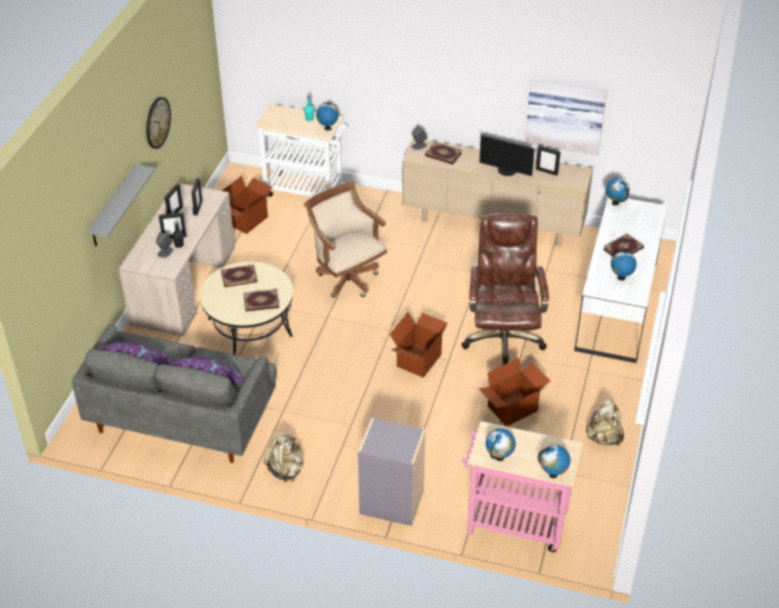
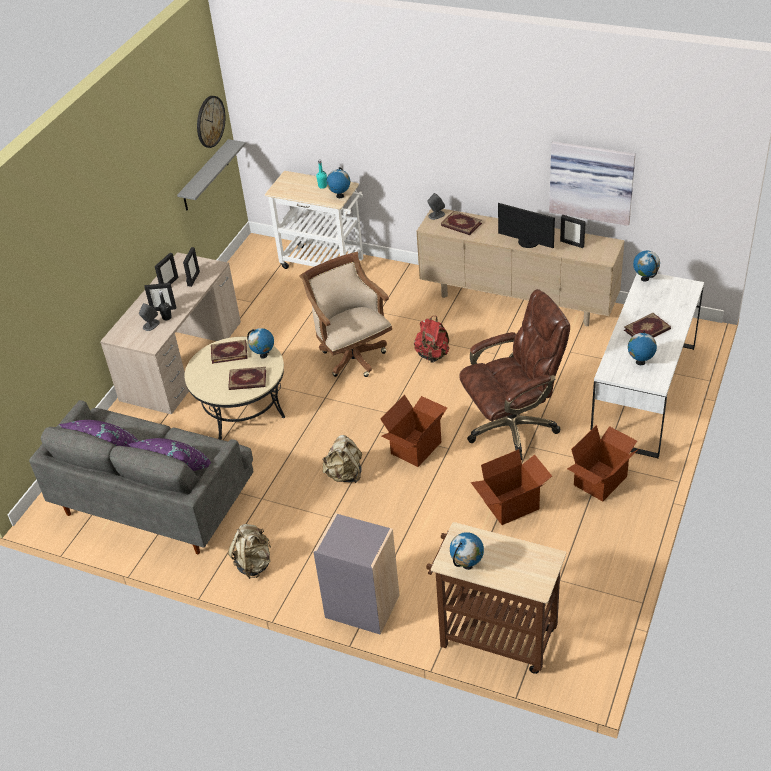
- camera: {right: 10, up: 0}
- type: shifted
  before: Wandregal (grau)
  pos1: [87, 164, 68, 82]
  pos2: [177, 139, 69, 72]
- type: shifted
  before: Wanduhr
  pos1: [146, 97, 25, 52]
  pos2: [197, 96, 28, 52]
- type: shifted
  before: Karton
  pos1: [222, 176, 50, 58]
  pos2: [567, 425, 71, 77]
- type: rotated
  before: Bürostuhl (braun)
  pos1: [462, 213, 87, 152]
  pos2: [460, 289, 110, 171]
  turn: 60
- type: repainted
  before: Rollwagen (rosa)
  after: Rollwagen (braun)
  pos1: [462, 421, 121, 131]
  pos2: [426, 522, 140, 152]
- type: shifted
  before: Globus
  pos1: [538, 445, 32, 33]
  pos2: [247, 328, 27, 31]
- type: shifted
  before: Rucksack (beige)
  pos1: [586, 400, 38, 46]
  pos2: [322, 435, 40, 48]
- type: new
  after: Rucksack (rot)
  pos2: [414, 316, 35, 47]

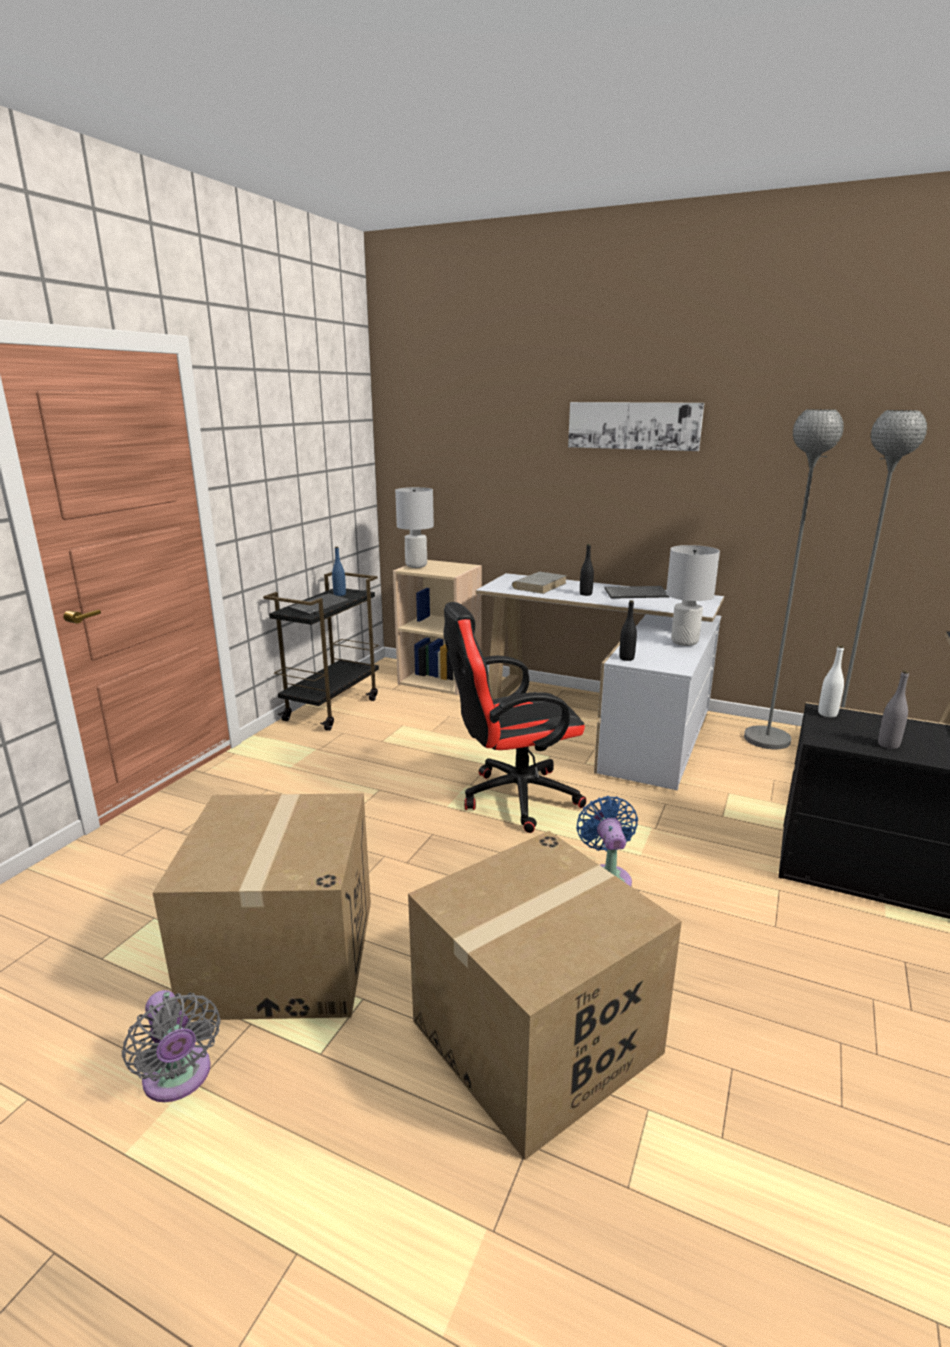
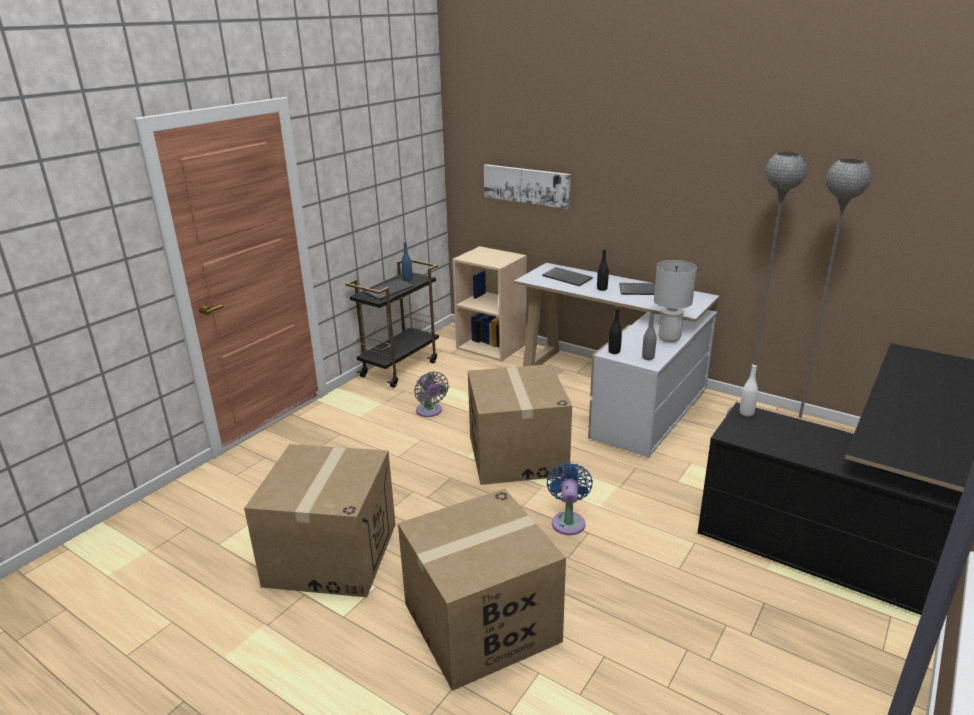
- camera: {right: 10, up: 5}
- type: shifted
  before: Ventilator (grau)
  pos1: [122, 990, 98, 112]
  pos2: [414, 371, 35, 46]
- type: gone
  before: Tischlampe (grau)
  pos1: [395, 487, 39, 81]
- type: swapped
  before: Bürostuhl (schwarz)
  after: Karton
  pos1: [443, 602, 143, 231]
  pos2: [468, 364, 104, 121]
- type: swapped
  before: Buch (grau)
  after: Tastatur
  pos1: [512, 572, 55, 22]
  pos2: [542, 267, 51, 19]
- type: shifted
  before: Bild
  pos1: [568, 402, 136, 49]
  pos2: [484, 164, 87, 45]
- type: shifted
  before: Flasche (grau)
  pos1: [878, 670, 31, 79]
  pos2: [642, 313, 14, 47]

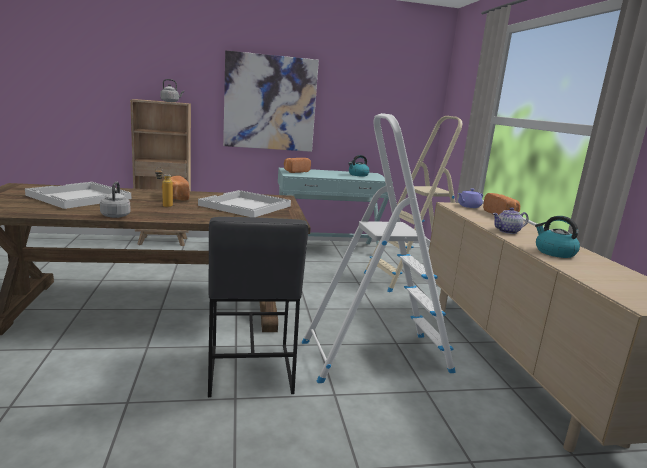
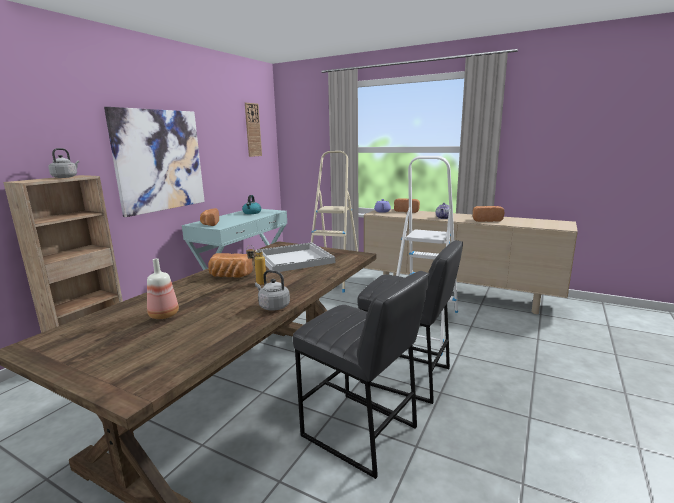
- camera: {right: -50, up: 0}
- type: swapped
  before: Tablett (weiß)
  after: Flasche
  pos1: [25, 182, 106, 27]
  pos2: [147, 258, 32, 61]
- type: swapped
  before: Wasserkessel
  after: Brot
  pos1: [535, 216, 45, 42]
  pos2: [473, 206, 31, 16]
- type: new
  after: Wanduhr
  pos2: [245, 103, 17, 54]
- type: new
  after: Hocker (grau)
  pos2: [293, 271, 136, 208]

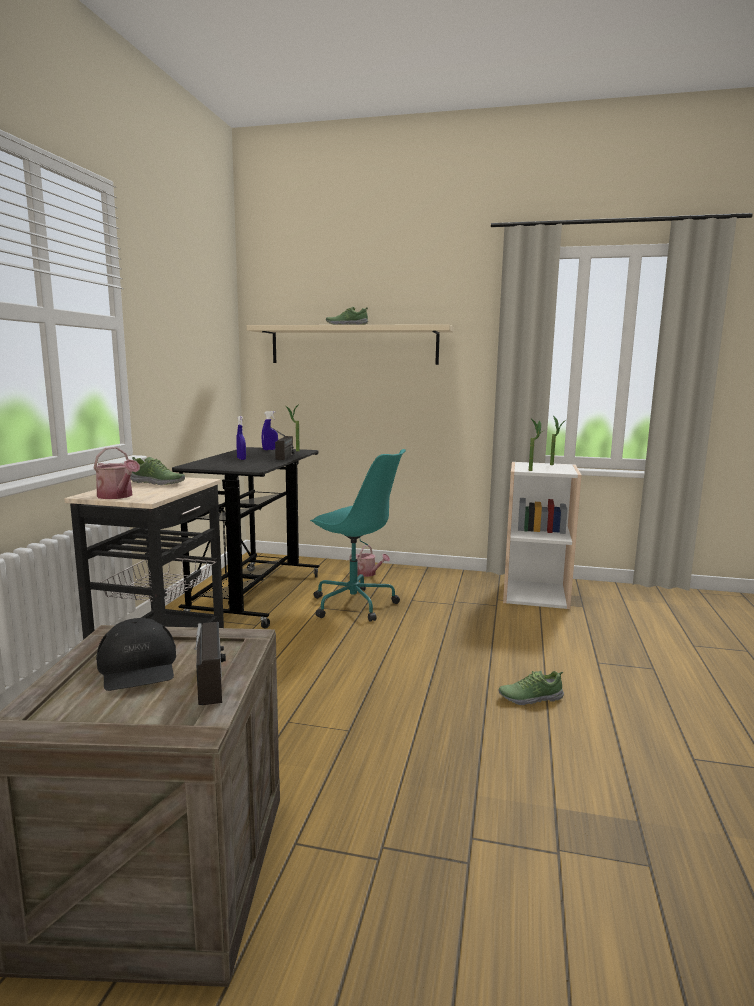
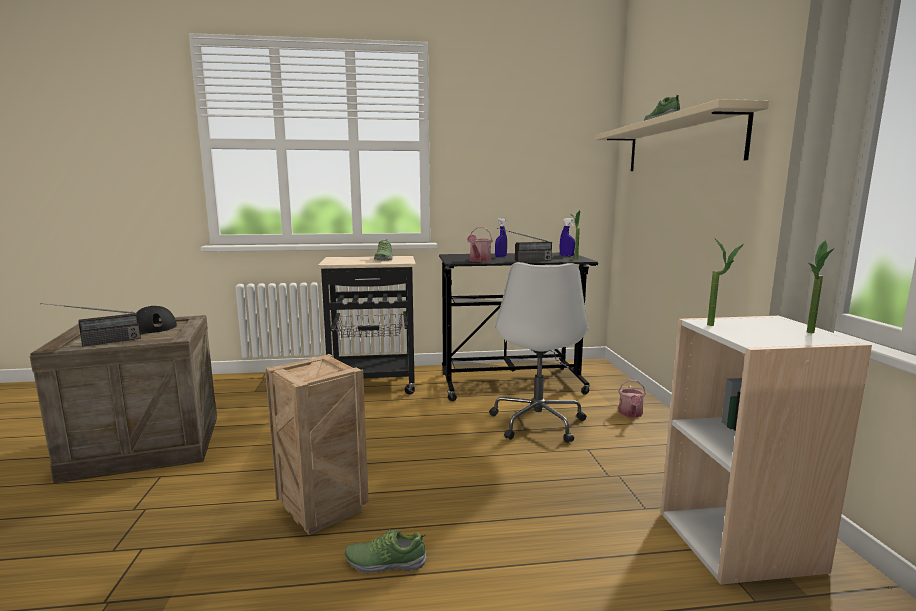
- camera: {right: 70, up: 0}
- type: shifted
  before: Gießkanne
  pos1: [94, 447, 46, 52]
  pos2: [467, 227, 26, 35]
- type: repainted
  before: Bürostuhl (türkis)
  after: Bürostuhl (weiß)
  pos1: [310, 449, 96, 173]
  pos2: [489, 262, 100, 181]
- type: rotated
  before: Schuh
  pos1: [498, 671, 66, 34]
  pos2: [345, 529, 81, 44]
  turn: -60
- type: new
  after: Kiste
  pos2: [265, 354, 104, 181]

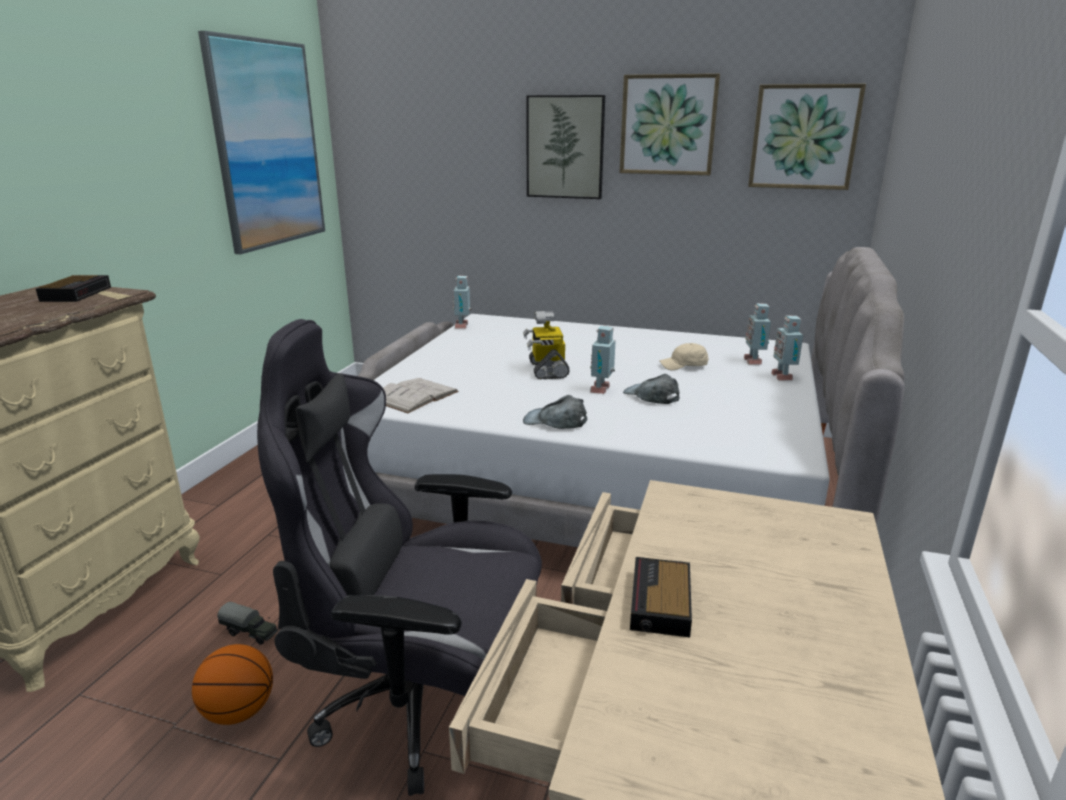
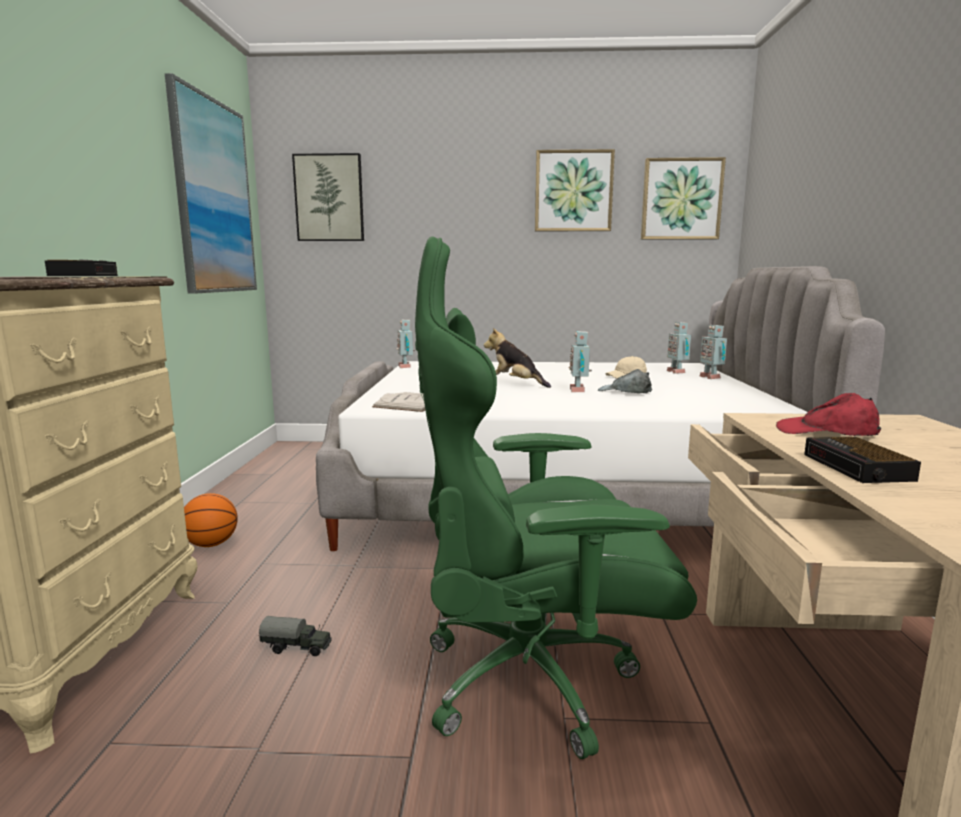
- camera: {right: -15, up: -10}
- type: shifted
  before: Basketball
  pos1: [192, 644, 81, 81]
  pos2: [184, 493, 54, 54]
- type: repainted
  before: Bürostuhl (schwarz)
  after: Bürostuhl (grün)
  pos1: [257, 319, 285, 477]
  pos2: [415, 236, 282, 523]
- type: swapped
  before: Spielzeugroboter
  after: Plüschtier
  pos1: [523, 311, 47, 69]
  pos2: [484, 328, 67, 60]
- type: gone
  before: Kappe (grau)
  pos1: [523, 395, 65, 34]
- type: shifted
  before: Bild
  pos1: [526, 95, 79, 104]
  pos2: [292, 153, 72, 88]
- type: new
  after: Kappe (rot)
  pos2: [776, 393, 105, 43]

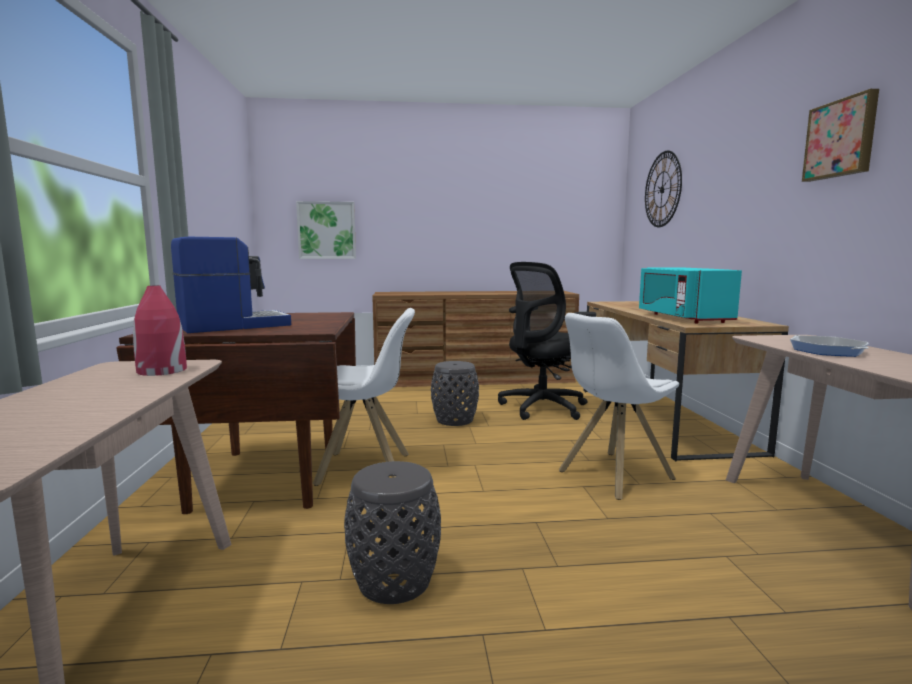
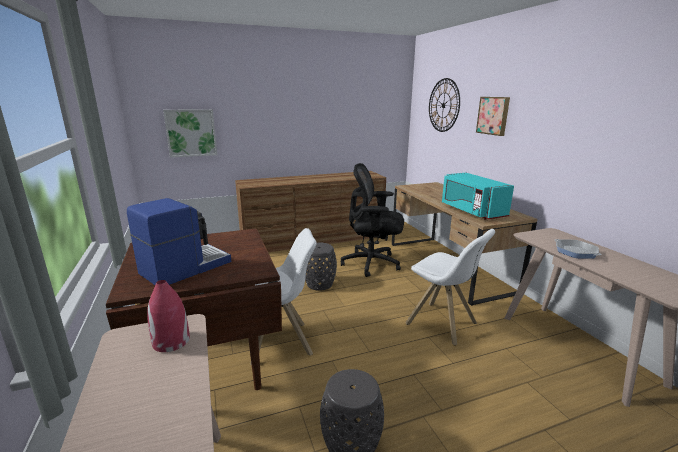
- camera: {right: -15, up: 10}
- type: rotated
  before: Bürostuhl (schwarz)
  pos1: [498, 262, 98, 158]
  pos2: [341, 163, 63, 114]
  turn: 60
- type: rotated
  before: Stuhl (weiß)
  pos1: [559, 313, 120, 187]
  pos2: [405, 229, 90, 116]
  turn: -90
- type: shifted
  before: Bild
  pos1: [802, 89, 77, 93]
  pos2: [476, 97, 34, 39]

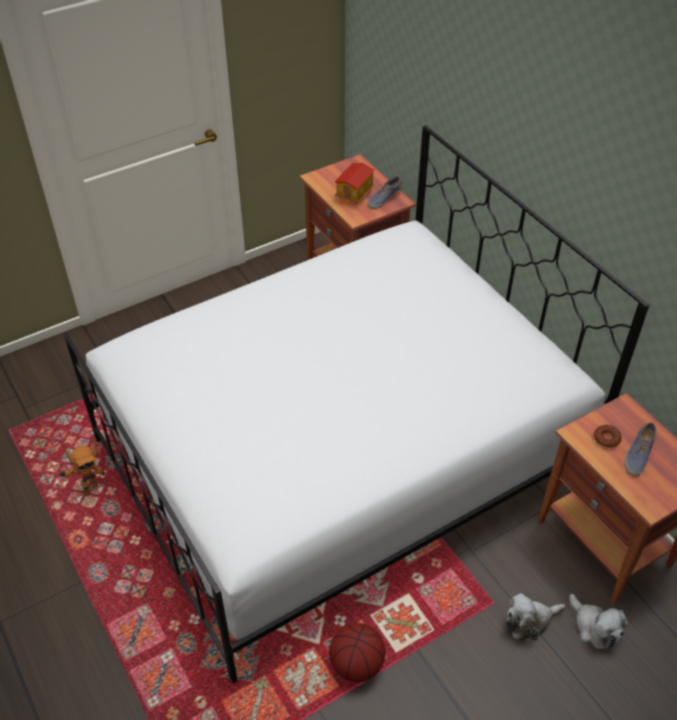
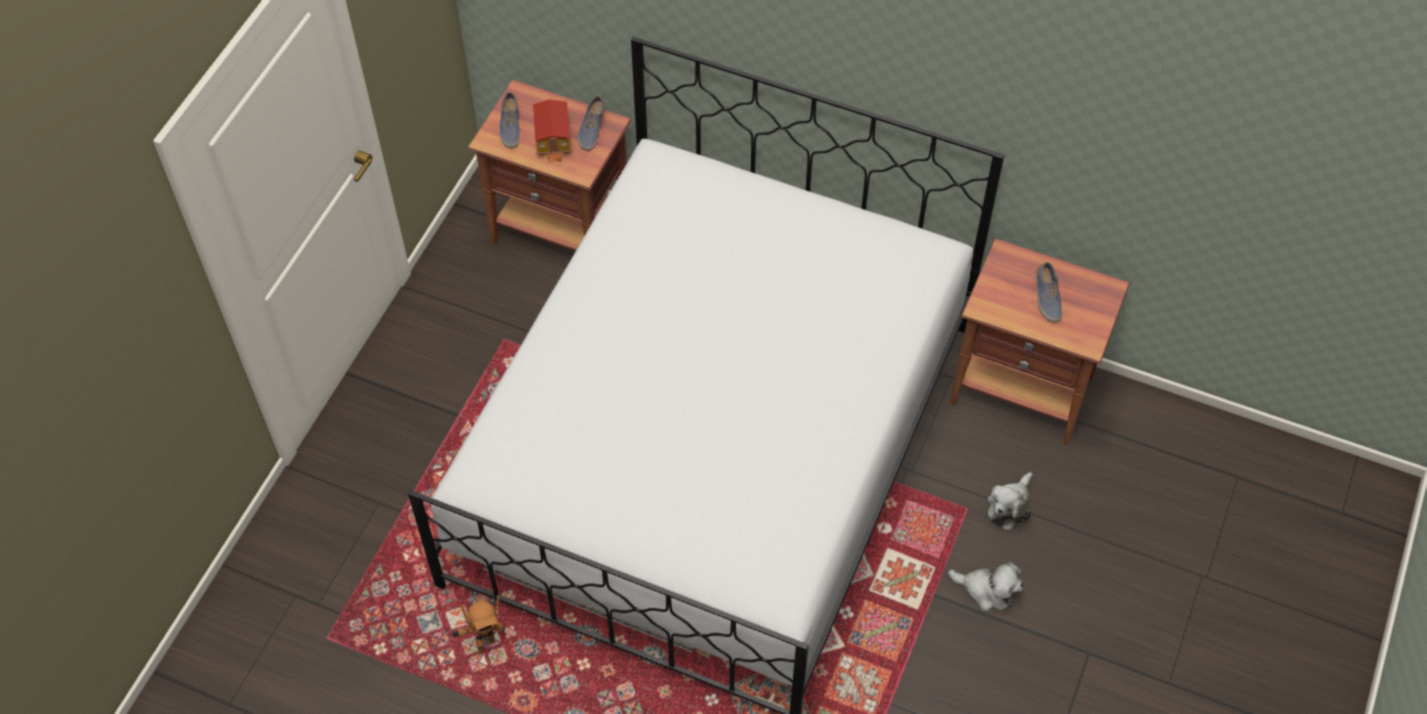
- camera: {right: -35, up: 10}
- type: rotated
  before: Spielzeugroboter
  pos1: [59, 440, 46, 57]
  pos2: [451, 595, 54, 60]
  turn: 45
- type: gone
  before: Basketball
  pos1: [329, 623, 57, 59]
- type: shifted
  before: Plüschtier
  pos1: [569, 594, 59, 56]
  pos2: [948, 561, 75, 51]
- type: gone
  before: Donut
  pos1: [594, 425, 28, 22]
- type: new
  after: Schuh
  pos2: [499, 92, 21, 56]

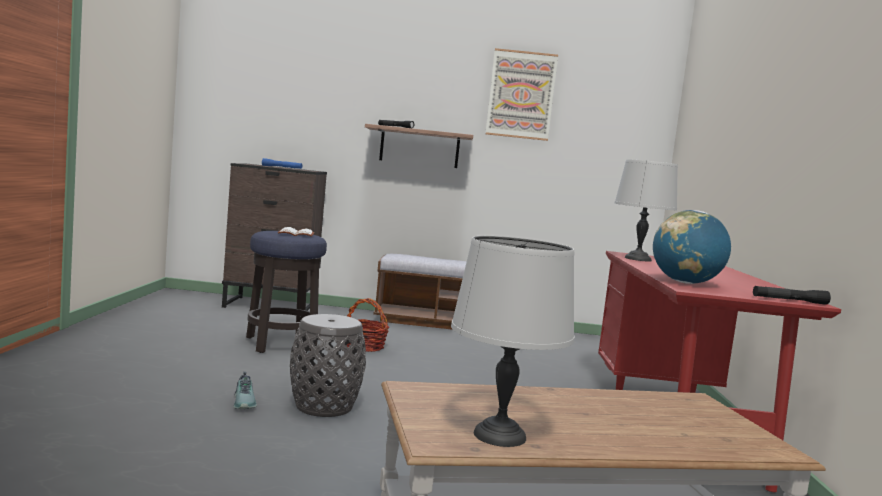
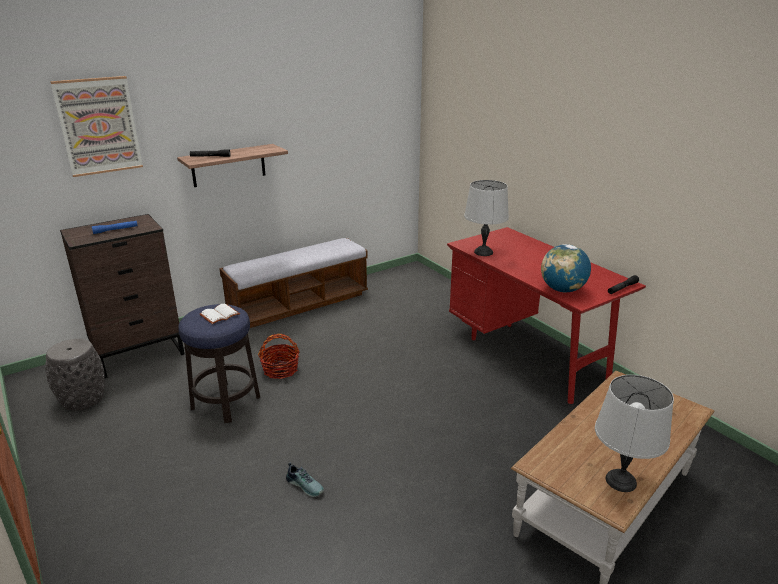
- camera: {right: -35, up: 20}
- type: shifted
  before: Hocker (grau)
  pos1: [290, 314, 76, 103]
  pos2: [45, 339, 60, 72]
- type: shifted
  before: Bild
  pos1: [486, 48, 72, 93]
  pos2: [50, 76, 93, 101]

